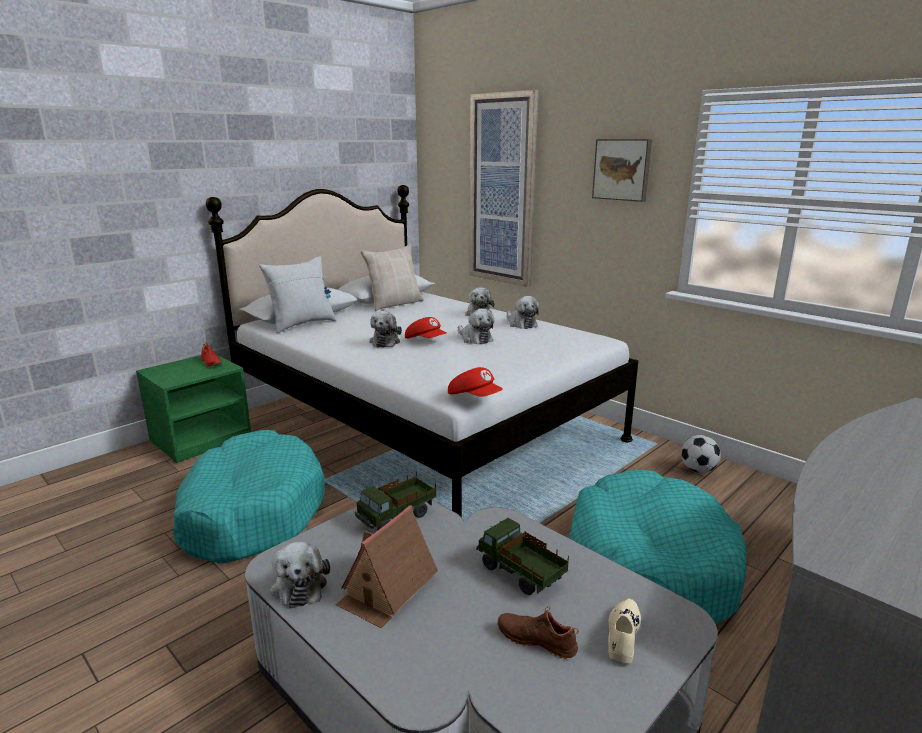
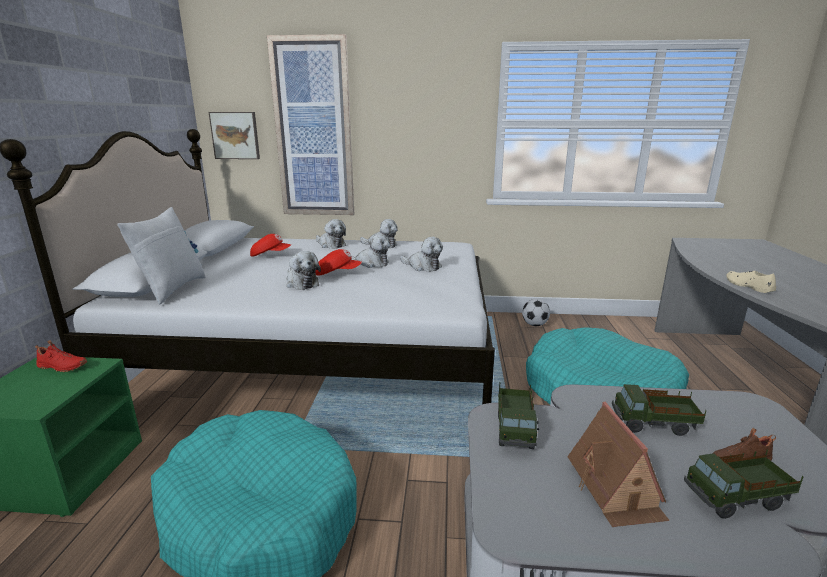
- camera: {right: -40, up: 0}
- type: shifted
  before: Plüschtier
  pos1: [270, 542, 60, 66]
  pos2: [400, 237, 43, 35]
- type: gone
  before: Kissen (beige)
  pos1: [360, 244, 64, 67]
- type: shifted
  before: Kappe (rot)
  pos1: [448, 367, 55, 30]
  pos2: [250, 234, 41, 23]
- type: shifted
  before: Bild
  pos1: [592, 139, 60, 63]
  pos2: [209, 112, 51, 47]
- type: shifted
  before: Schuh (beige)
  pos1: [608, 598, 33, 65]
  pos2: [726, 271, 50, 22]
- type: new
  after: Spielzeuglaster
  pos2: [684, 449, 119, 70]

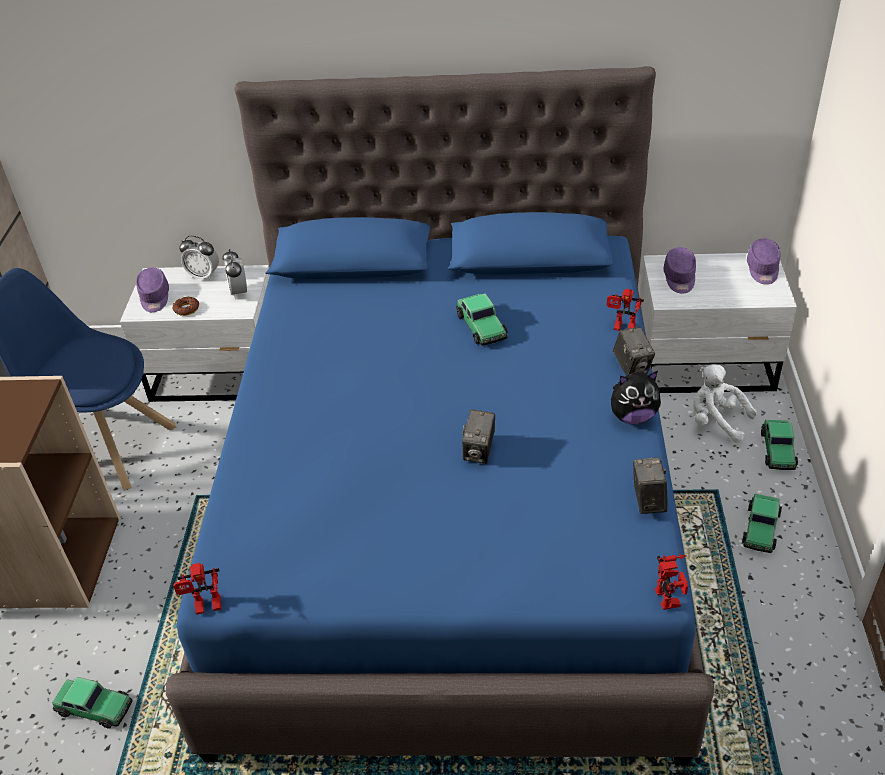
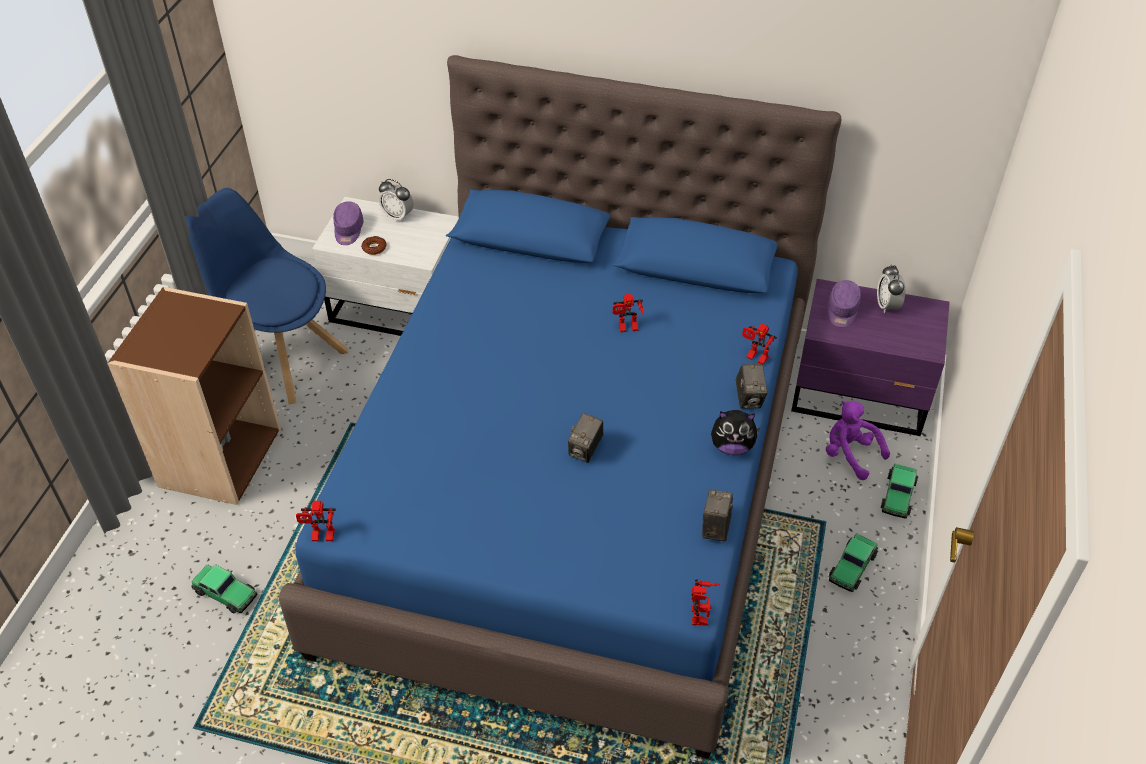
- camera: {right: 10, up: 5}
- type: shifted
  before: Wecker
  pos1: [222, 249, 25, 50]
  pos2: [877, 265, 28, 48]
- type: swapped
  before: Spielzeugauto
  after: Spielzeugroboter
  pos1: [456, 293, 52, 53]
  pos2: [613, 294, 30, 38]
- type: repainted
  before: Nachttisch (weiß)
  after: Nachttisch (lila)
  pos1: [639, 253, 158, 140]
  pos2: [791, 279, 159, 157]
- type: repainted
  before: Plüschtier (weiß)
  after: Plüschtier (lila)
  pos1: [693, 364, 64, 79]
  pos2: [826, 401, 64, 79]
- type: gone
  before: Kappe (lila)
  pos1: [747, 239, 33, 45]

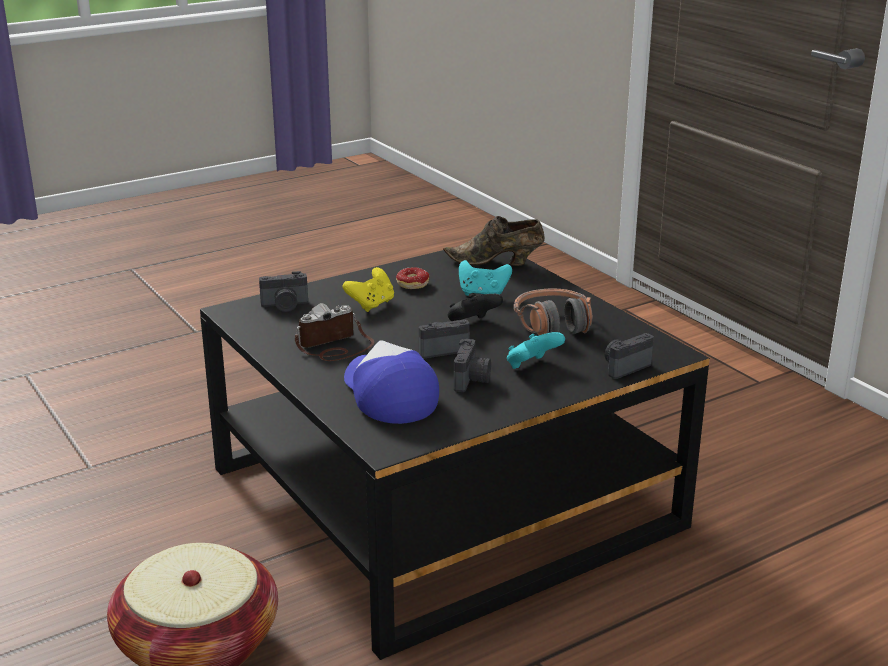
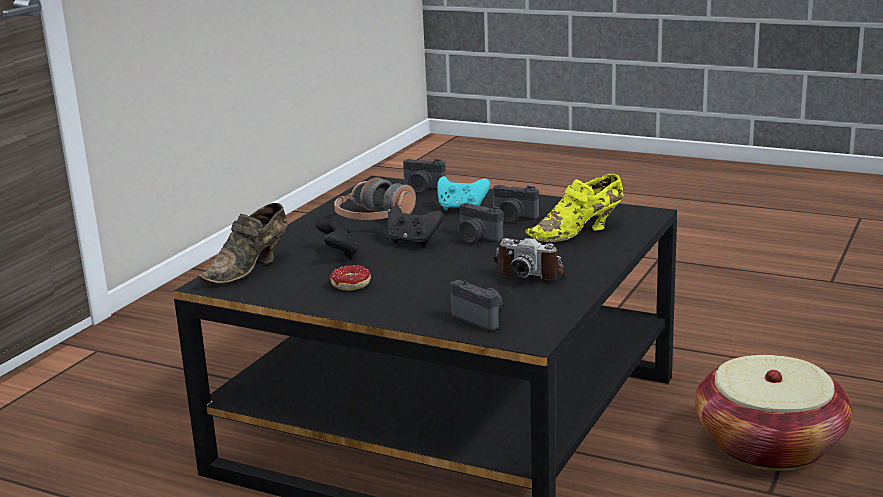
- camera: {right: -120, up: -5}
- type: gone
  before: Gamepad (gelb)
  pos1: [343, 267, 51, 45]
- type: swapped
  before: Kappe
  after: Schuh (gelb)
  pos1: [344, 340, 95, 84]
  pos2: [525, 174, 98, 68]
- type: rotated
  before: Schuh (braun)
  pos1: [443, 216, 102, 50]
  pos2: [199, 203, 89, 81]
  turn: 60
- type: rotated
  before: Kamera
  pos1: [454, 339, 37, 53]
  pos2: [493, 185, 46, 38]
  turn: -135
- type: repainted
  before: Gamepad (türkis)
  after: Gamepad (schwarz)
  pos1: [459, 260, 53, 36]
  pos2: [315, 218, 44, 41]

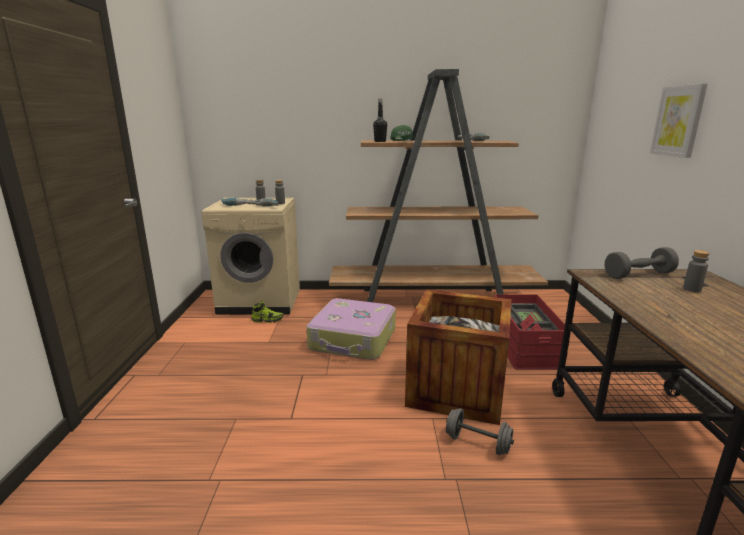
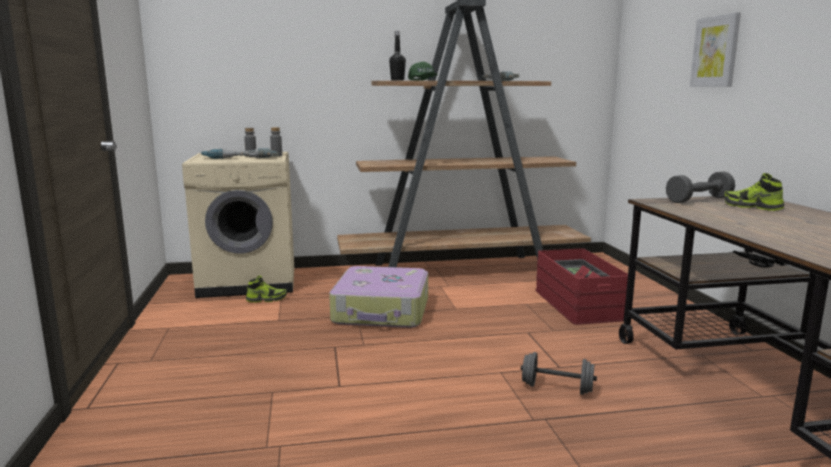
- camera: {right: -10, up: -5}
- type: gone
  before: Kiste
  pos1: [405, 289, 107, 136]
- type: swapped
  before: Flasche (grau)
  after: Schuh
  pos1: [683, 250, 26, 42]
  pos2: [724, 173, 60, 38]

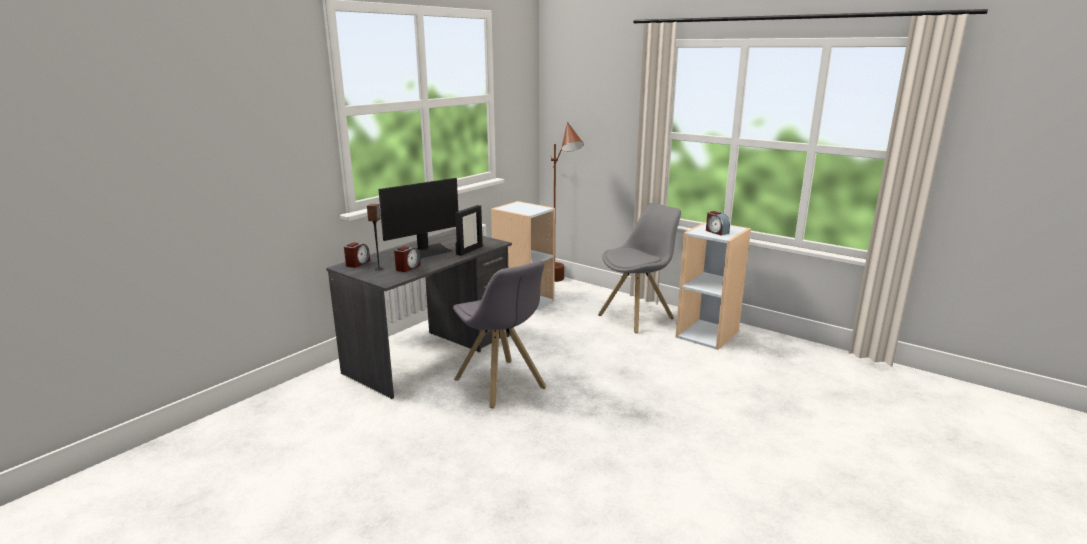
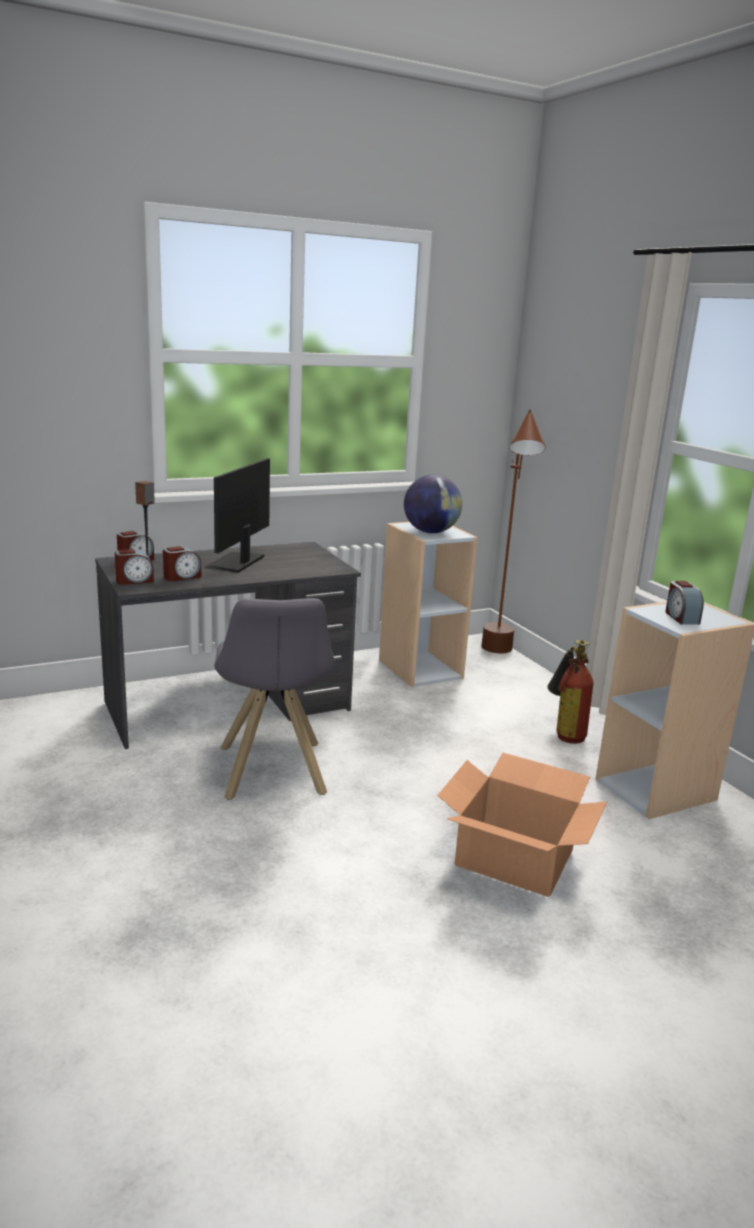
- camera: {right: 25, up: 0}
- type: rotated
  before: Monitor
  pos1: [378, 178, 80, 81]
  pos2: [204, 458, 66, 115]
  turn: 120
- type: gone
  before: Bilderrahmen
  pos1: [455, 205, 28, 51]
- type: swapped
  before: Stuhl (grau)
  after: Feuerlöscher
  pos1: [598, 203, 83, 130]
  pos2: [547, 640, 47, 104]
- type: new
  after: Wecker
  pos2: [115, 549, 39, 36]
- type: new
  after: Globus
  pos2: [404, 475, 58, 58]
- type: new
  after: Karton
  pos2: [437, 752, 170, 145]

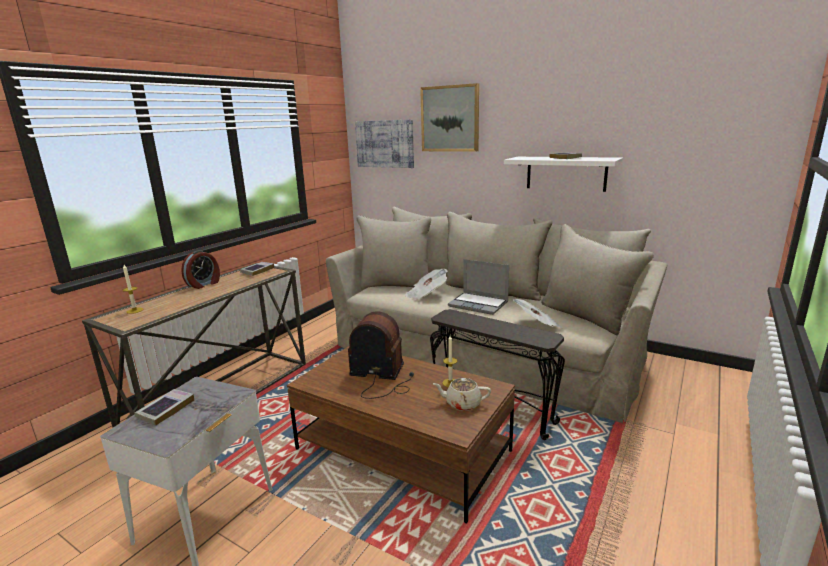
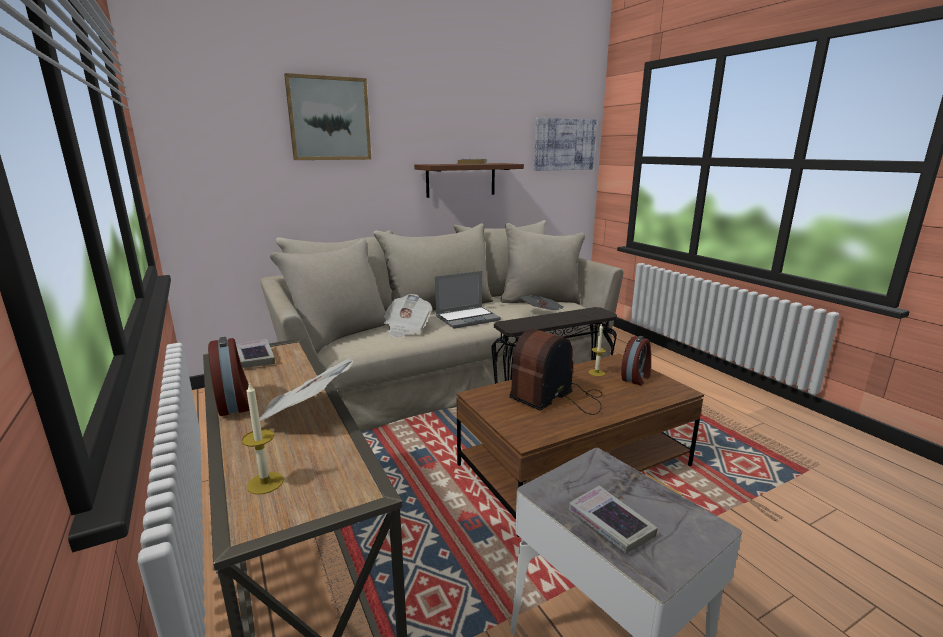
- camera: {right: -60, up: 0}
- type: shifted
  before: Bild
  pos1: [355, 120, 59, 48]
  pos2: [534, 118, 63, 53]
- type: swapped
  before: Teekanne (beige)
  after: Wecker
  pos1: [433, 378, 58, 33]
  pos2: [621, 336, 30, 49]
- type: repainted
  before: Wandregal (weiß)
  after: Wandregal (braun)
  pos1: [504, 157, 119, 35]
  pos2: [414, 163, 110, 35]
- type: new
  after: Zeitung
  pos2: [260, 357, 93, 64]

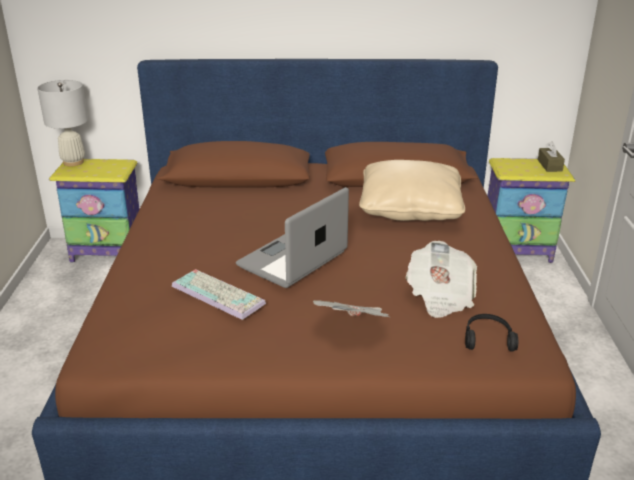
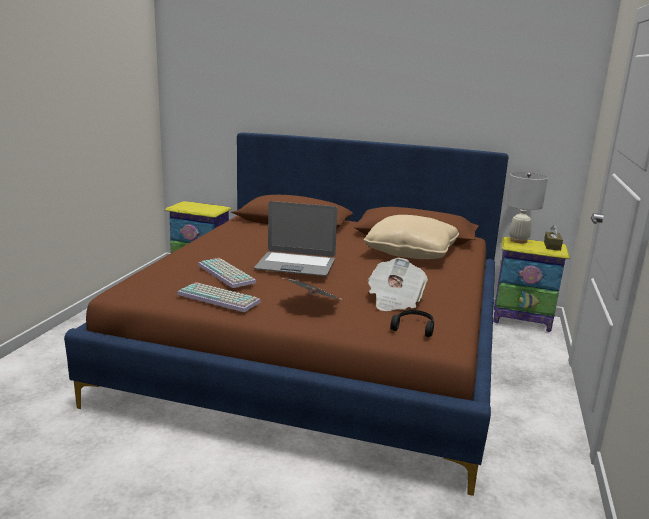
- camera: {right: 15, up: -10}
- type: shifted
  before: Tischlampe (weiß)
  pos1: [37, 80, 51, 86]
  pos2: [506, 172, 42, 71]
- type: rotated
  before: Laptop
  pos1: [236, 187, 113, 101]
  pos2: [254, 201, 84, 75]
  turn: -135
- type: new
  after: Tastatur
  pos2: [177, 282, 84, 30]

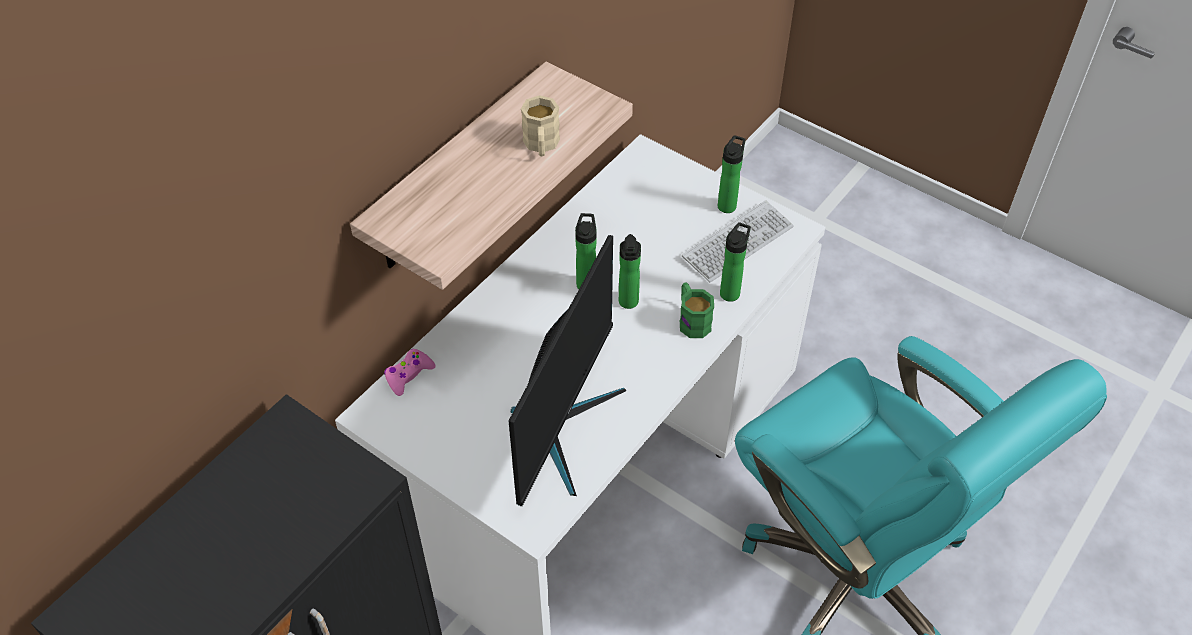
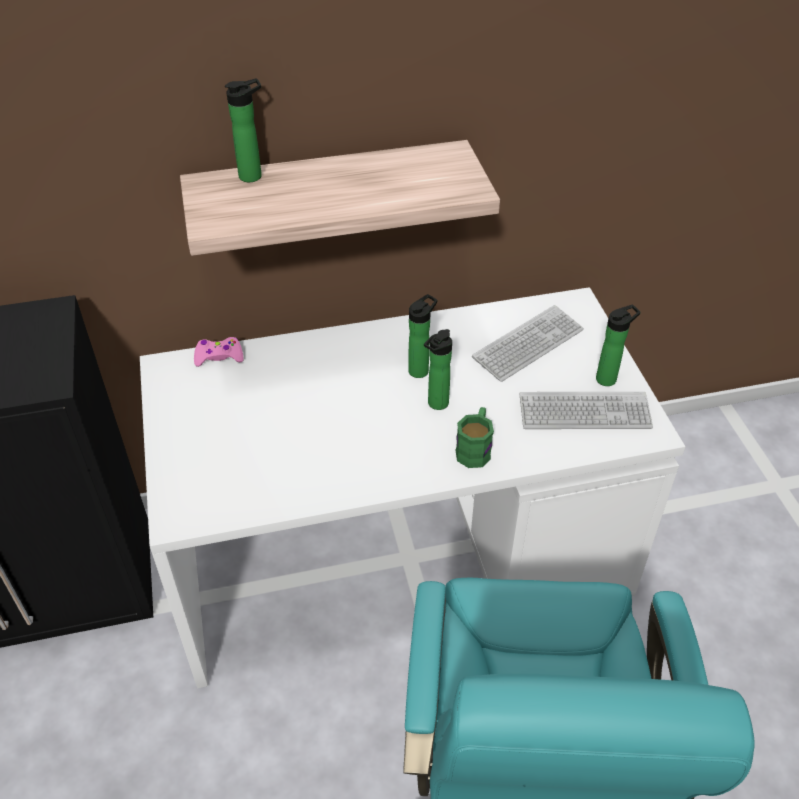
- camera: {right: 40, up: -5}
- type: gone
  before: Monitor
  pos1: [509, 235, 117, 271]
- type: gone
  before: Henkelbecher (beige)
  pos1: [521, 95, 39, 61]
- type: shifted
  before: Flasche
  pos1: [720, 222, 31, 80]
  pos2: [225, 78, 37, 104]
- type: new
  after: Tastatur
  pos2: [472, 305, 112, 77]

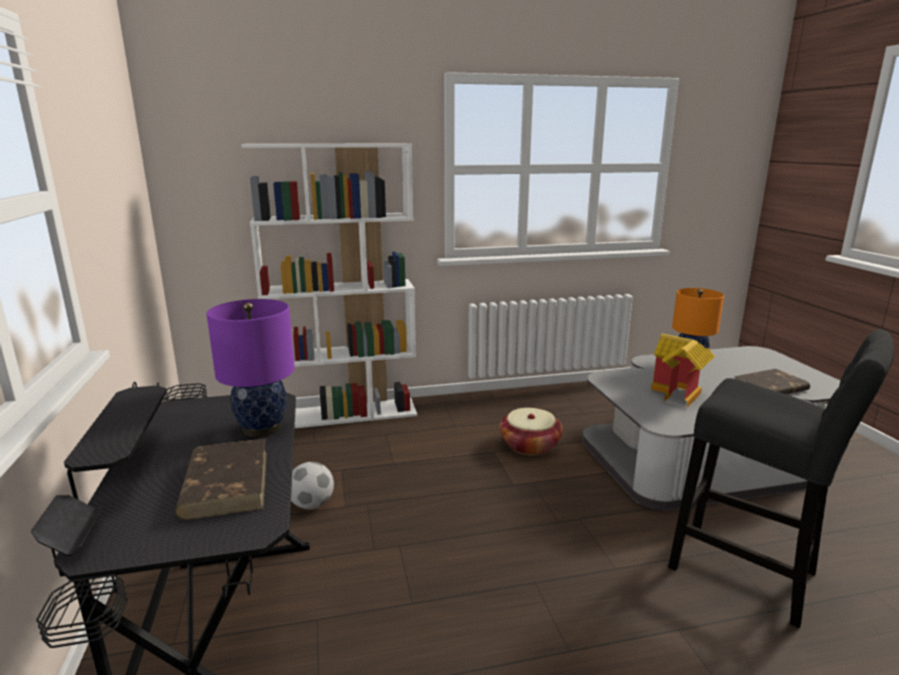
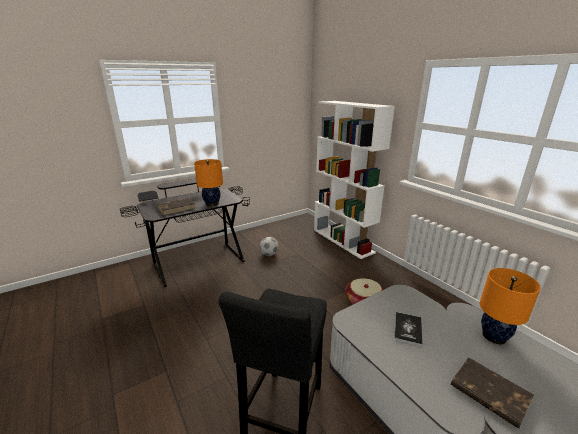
- camera: {right: 70, up: 5}
- type: repainted
  before: Tischlampe (lila)
  after: Tischlampe (orange)
  pos1: [206, 299, 89, 138]
  pos2: [194, 159, 29, 47]
- type: swapped
  before: Spielzeughaus
  after: Buch
  pos1: [651, 334, 64, 74]
  pos2: [394, 312, 28, 34]

